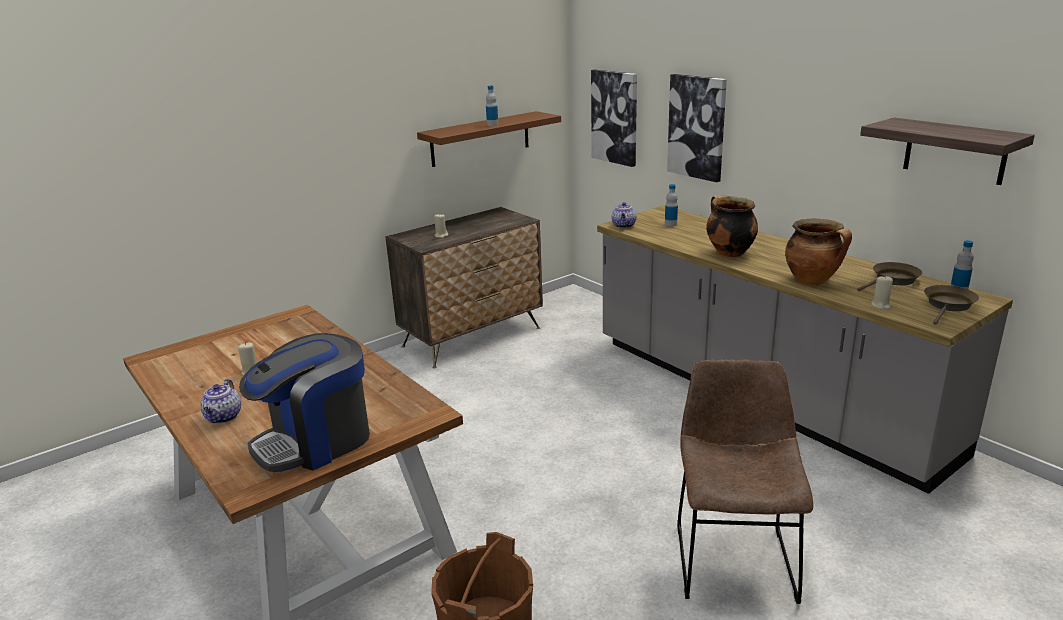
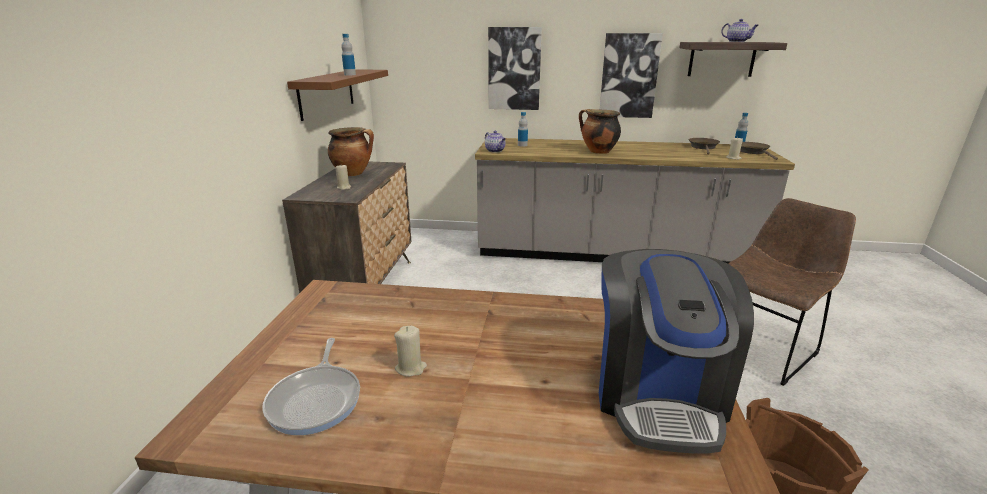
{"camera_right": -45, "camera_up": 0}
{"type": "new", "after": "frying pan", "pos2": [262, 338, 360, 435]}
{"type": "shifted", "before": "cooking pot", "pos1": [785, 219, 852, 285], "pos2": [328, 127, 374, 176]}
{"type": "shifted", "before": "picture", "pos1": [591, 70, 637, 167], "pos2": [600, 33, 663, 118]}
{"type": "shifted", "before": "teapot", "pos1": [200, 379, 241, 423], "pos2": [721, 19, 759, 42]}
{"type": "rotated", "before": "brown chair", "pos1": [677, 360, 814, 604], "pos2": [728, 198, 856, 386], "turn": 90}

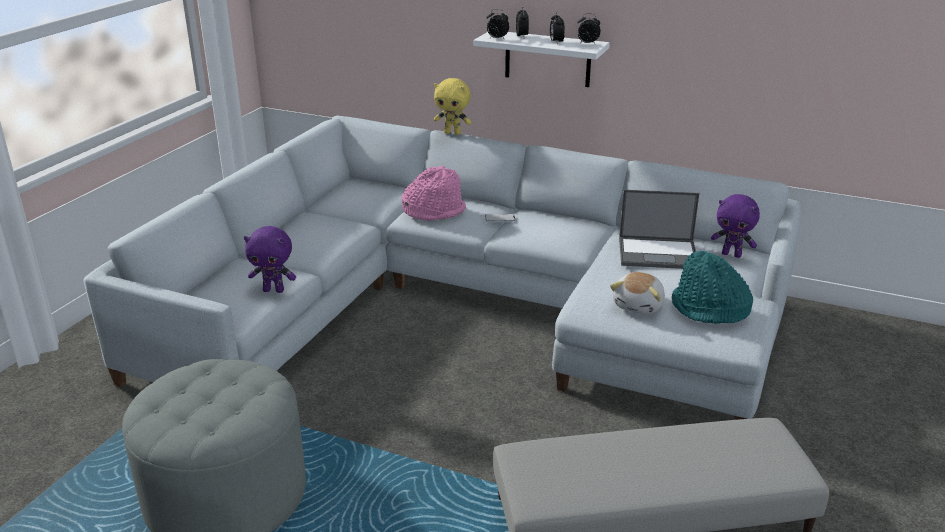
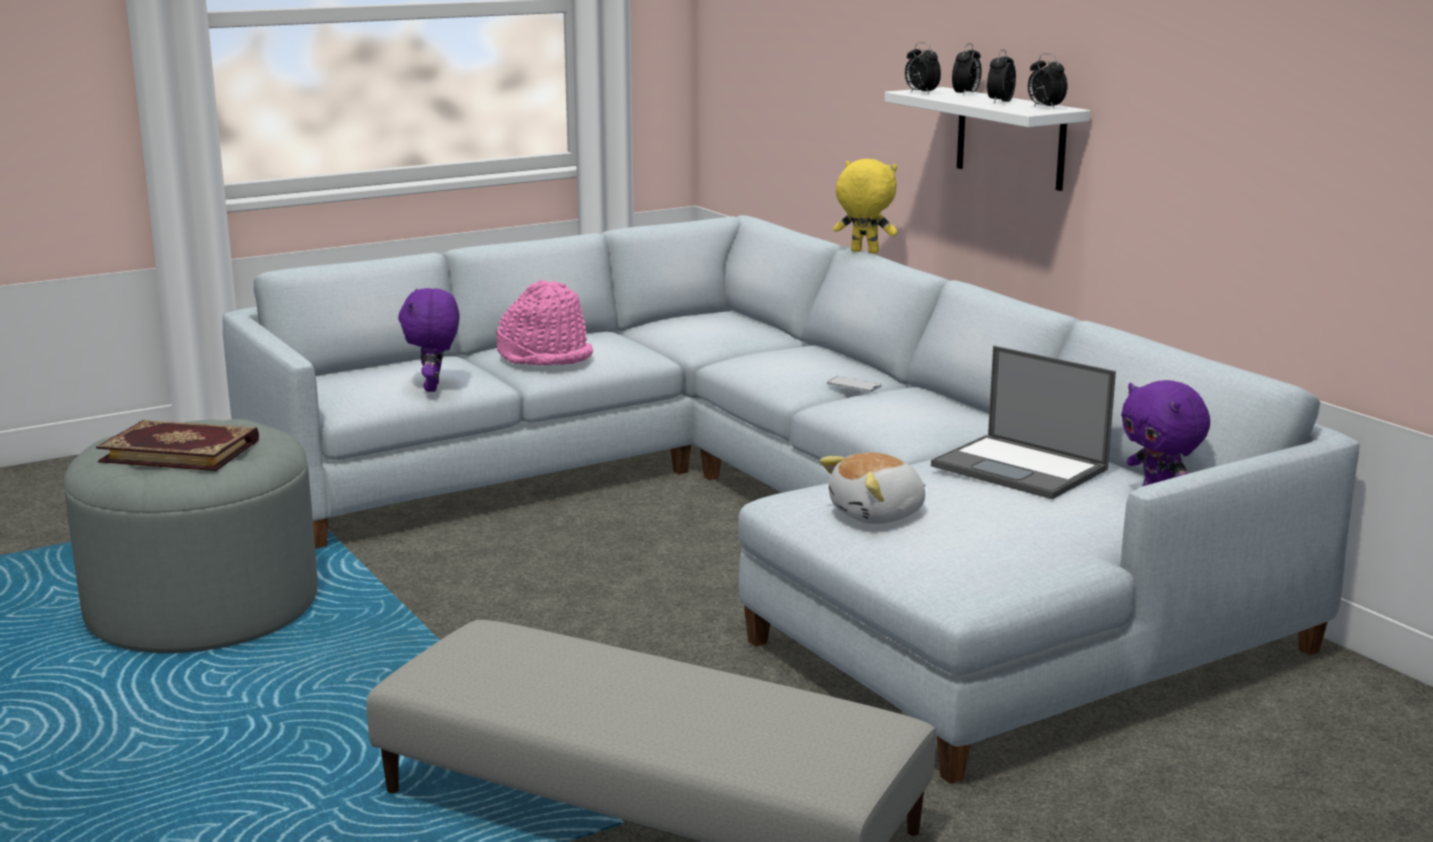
{"camera_right": 35, "camera_up": -10}
{"type": "new", "after": "book", "pos2": [96, 420, 259, 471]}
{"type": "rotated", "before": "purple plush toy", "pos1": [244, 226, 296, 293], "pos2": [398, 288, 459, 392], "turn": 45}
{"type": "shifted", "before": "pink hat", "pos1": [402, 166, 466, 221], "pos2": [496, 280, 593, 366]}
{"type": "rotated", "before": "yellow plush toy", "pos1": [434, 78, 472, 135], "pos2": [833, 159, 897, 253], "turn": 150}
{"type": "gone", "before": "turquoise hat", "pos1": [672, 251, 753, 324]}

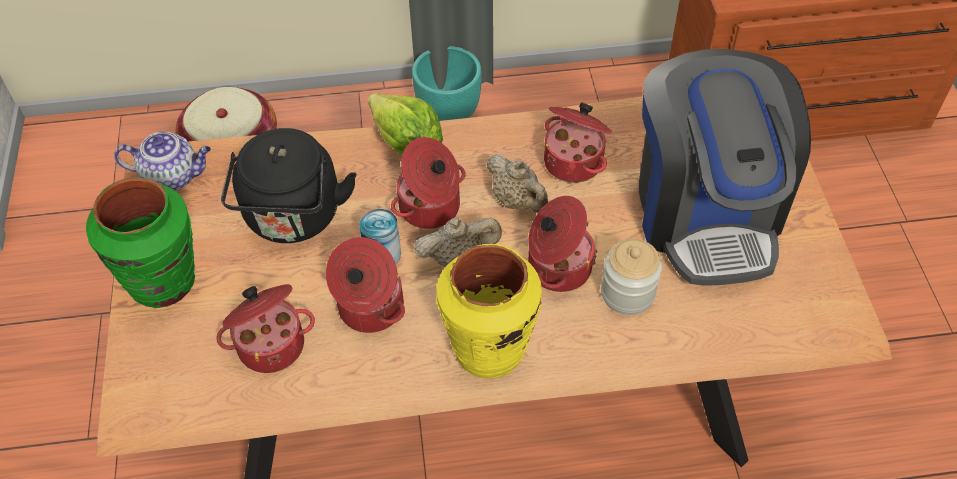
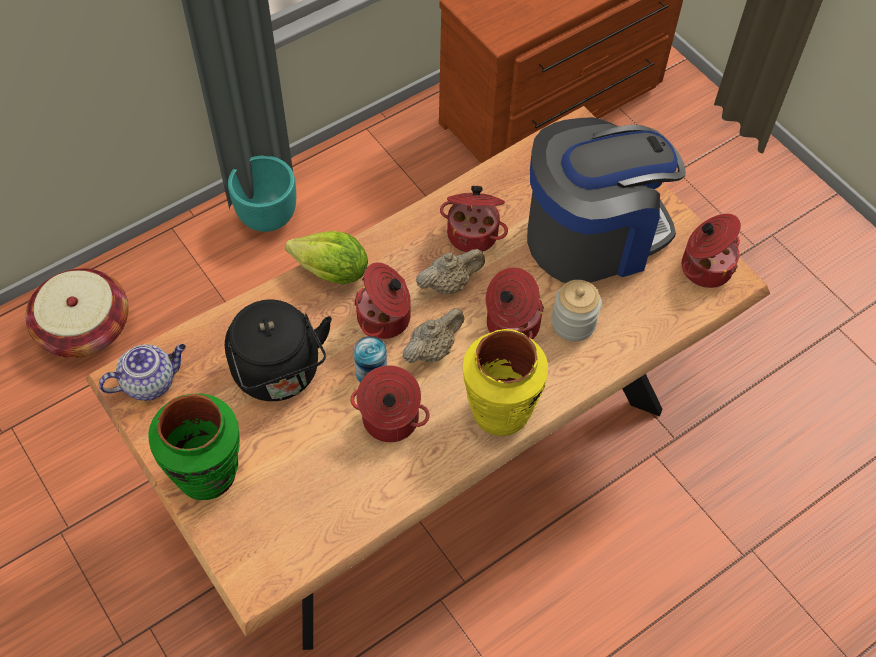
{"camera_right": -30, "camera_up": 5}
{"type": "rotated", "before": "beige teapot", "pos1": [487, 154, 548, 213], "pos2": [416, 249, 485, 294], "turn": -45}
{"type": "rotated", "before": "coffee machine", "pos1": [639, 49, 811, 286], "pos2": [527, 117, 686, 283], "turn": -75}
{"type": "shifted", "before": "cooking pot", "pos1": [217, 284, 315, 373], "pos2": [682, 214, 741, 288]}

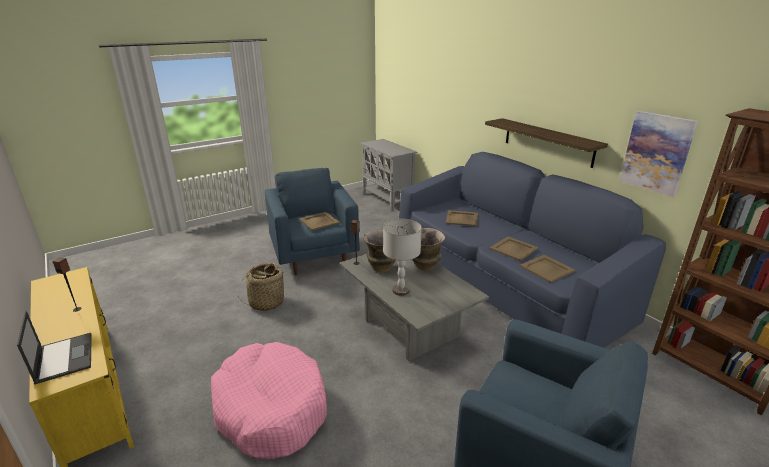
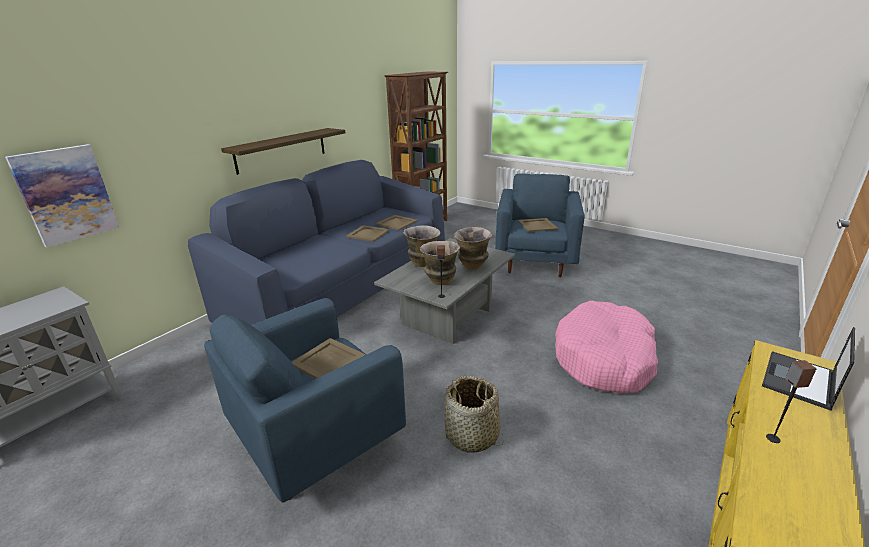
{"camera_right": -110, "camera_up": 0}
{"type": "shifted", "before": "picture", "pos1": [619, 111, 698, 197], "pos2": [5, 144, 119, 248]}
{"type": "swapped", "before": "grey table lamp", "after": "vase", "pos1": [383, 219, 422, 296], "pos2": [455, 227, 492, 270]}
{"type": "shifted", "before": "beige tray", "pos1": [446, 210, 478, 227], "pos2": [518, 218, 558, 232]}

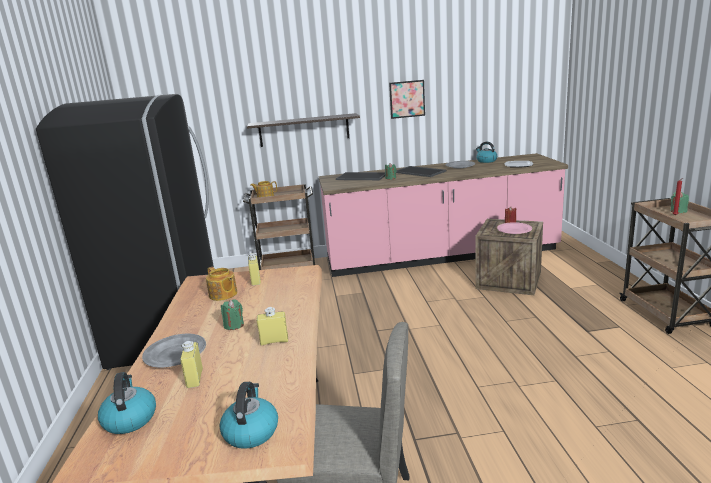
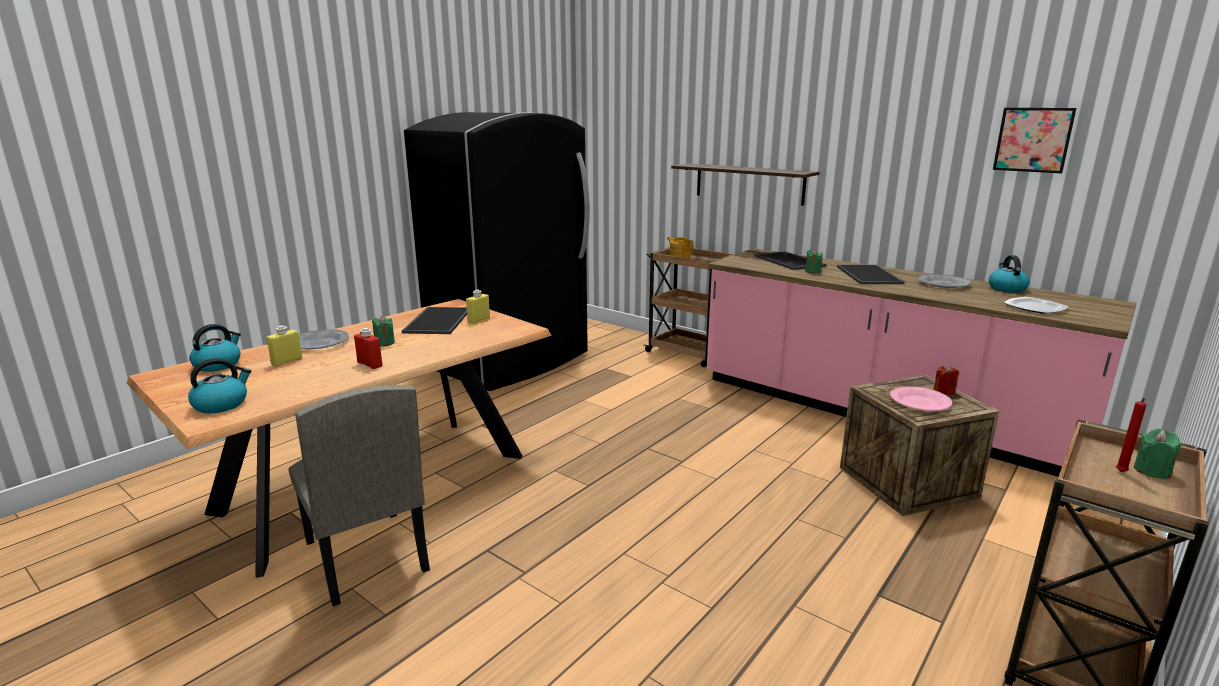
{"camera_right": 45, "camera_up": 0}
{"type": "repainted", "before": "yellow bottle", "after": "red bottle", "pos1": [257, 307, 288, 346], "pos2": [354, 328, 383, 369]}
{"type": "swapped", "before": "teapot", "after": "tray", "pos1": [206, 267, 237, 301], "pos2": [402, 307, 467, 334]}
{"type": "shifted", "before": "picture", "pos1": [389, 80, 425, 119], "pos2": [993, 108, 1076, 173]}

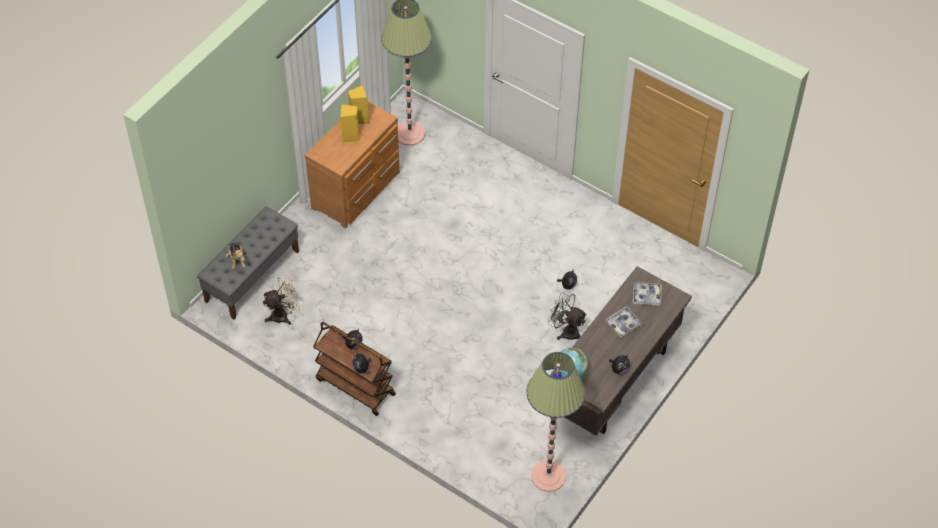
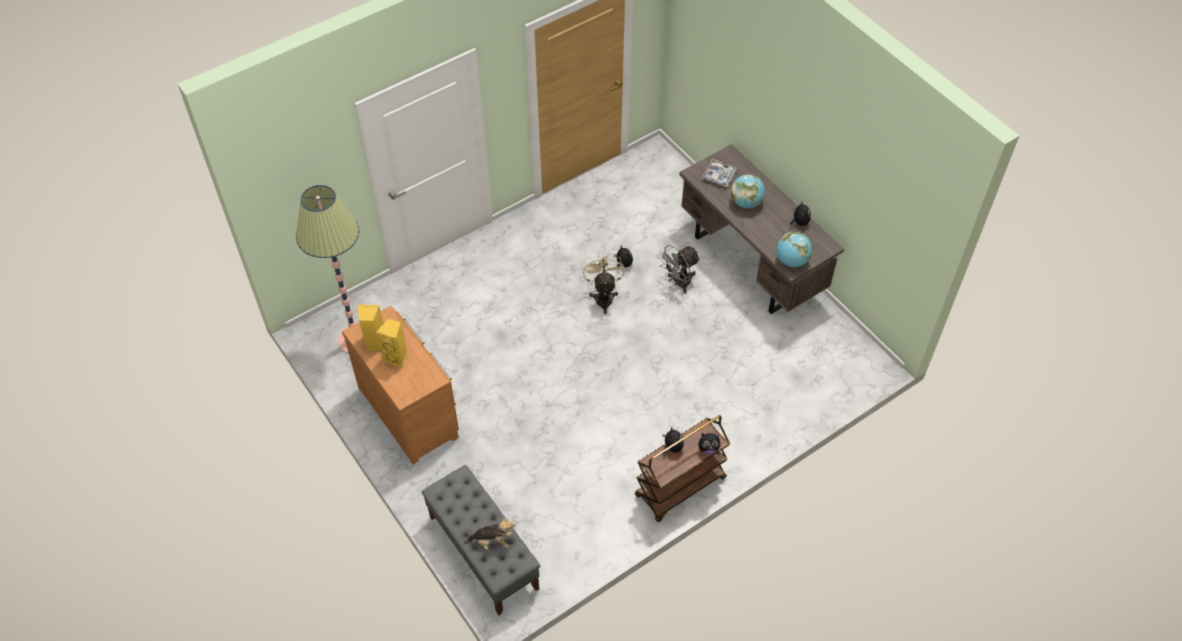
{"camera_right": -70, "camera_up": 0}
{"type": "shifted", "before": "beige fan", "pos1": [263, 275, 300, 325], "pos2": [583, 253, 625, 314]}
{"type": "swapped", "before": "tray", "after": "globe", "pos1": [605, 306, 643, 337], "pos2": [731, 174, 765, 208]}
{"type": "gone", "before": "floor lamp", "pos1": [526, 352, 585, 492]}

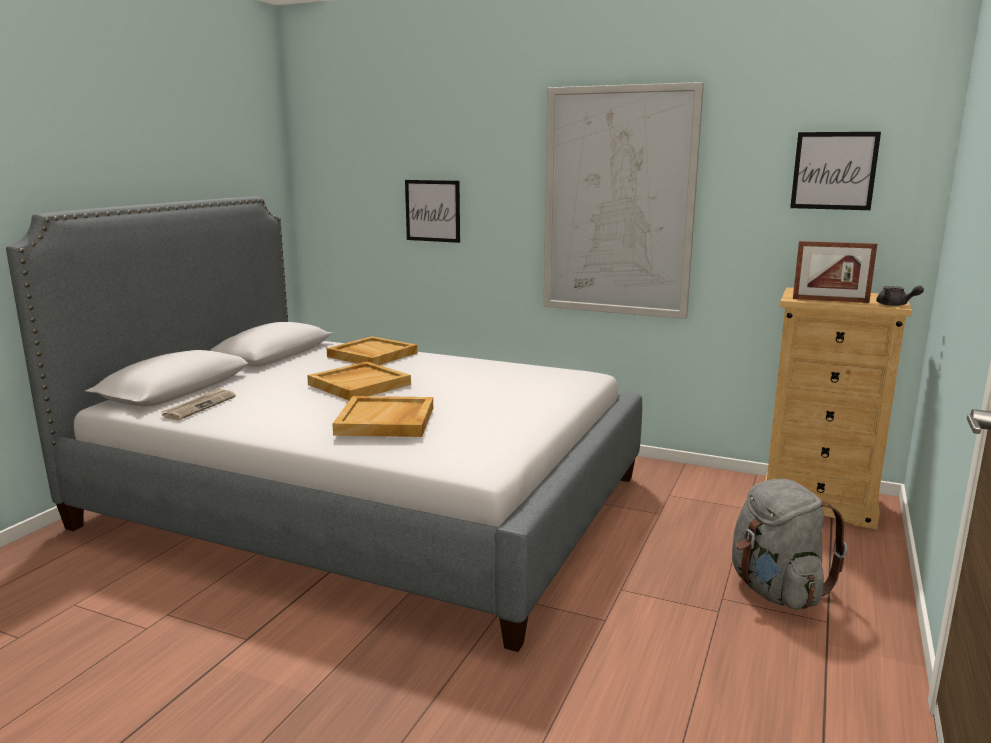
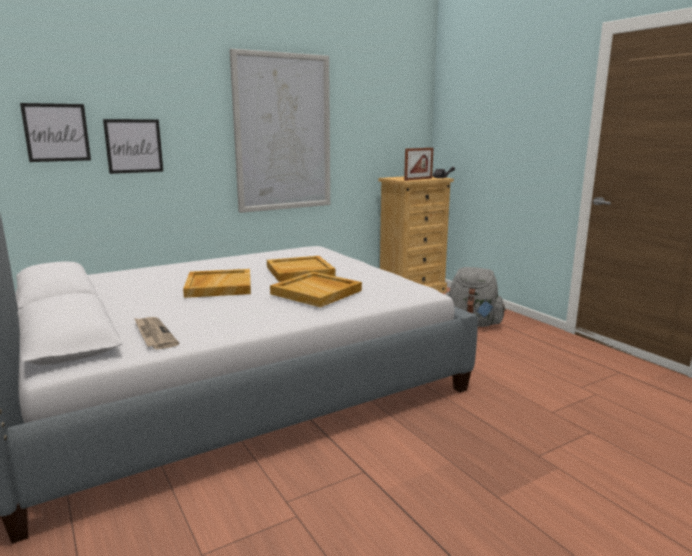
{"camera_right": -55, "camera_up": 0}
{"type": "shifted", "before": "picture", "pos1": [790, 132, 881, 210], "pos2": [20, 103, 91, 162]}
{"type": "shifted", "before": "beige tray", "pos1": [327, 336, 417, 365], "pos2": [267, 256, 336, 282]}

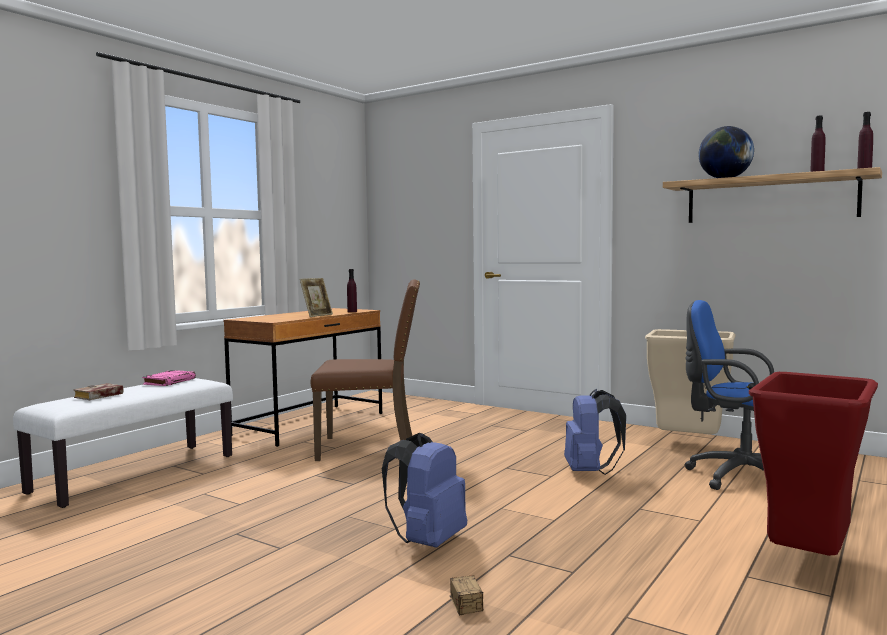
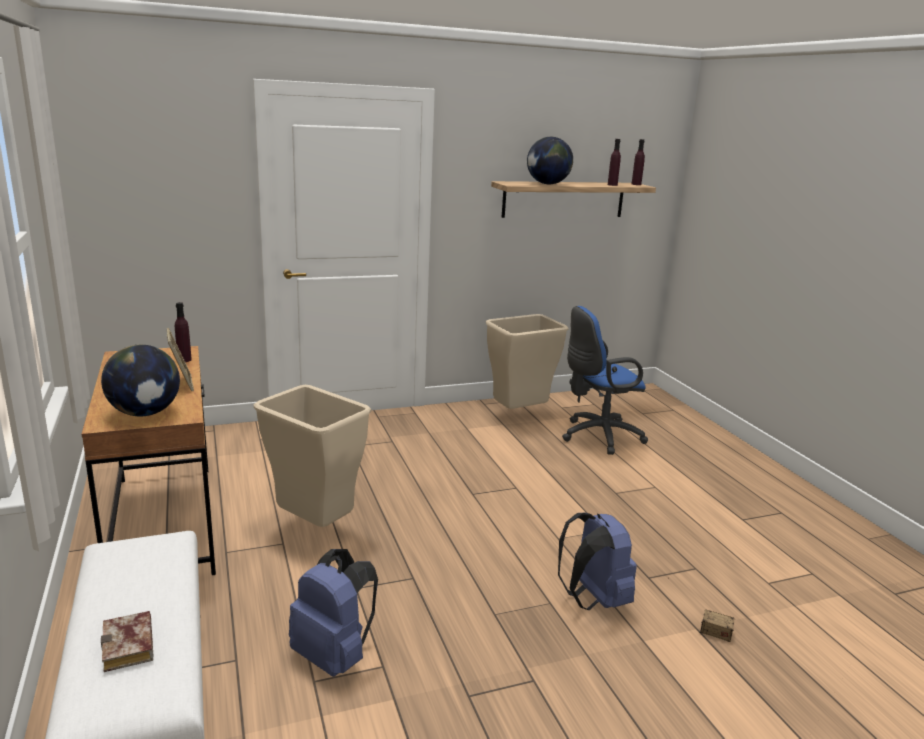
{"camera_right": -55, "camera_up": 15}
{"type": "new", "after": "globe", "pos2": [101, 345, 180, 416]}
{"type": "swapped", "before": "brown chair", "after": "beige trash can", "pos1": [310, 279, 420, 461], "pos2": [253, 385, 371, 527]}
{"type": "shifted", "before": "blue backpack", "pos1": [564, 389, 626, 475], "pos2": [289, 549, 378, 677]}
{"type": "gone", "before": "pink book", "pos1": [142, 370, 196, 386]}
{"type": "gone", "before": "red trash can", "pos1": [749, 372, 878, 556]}

